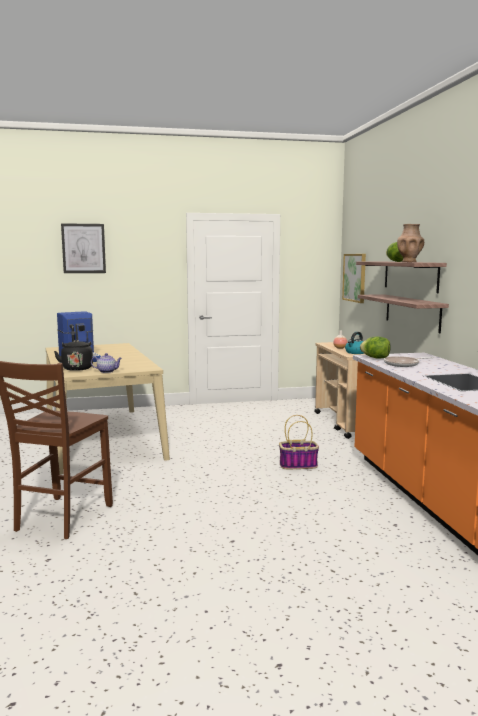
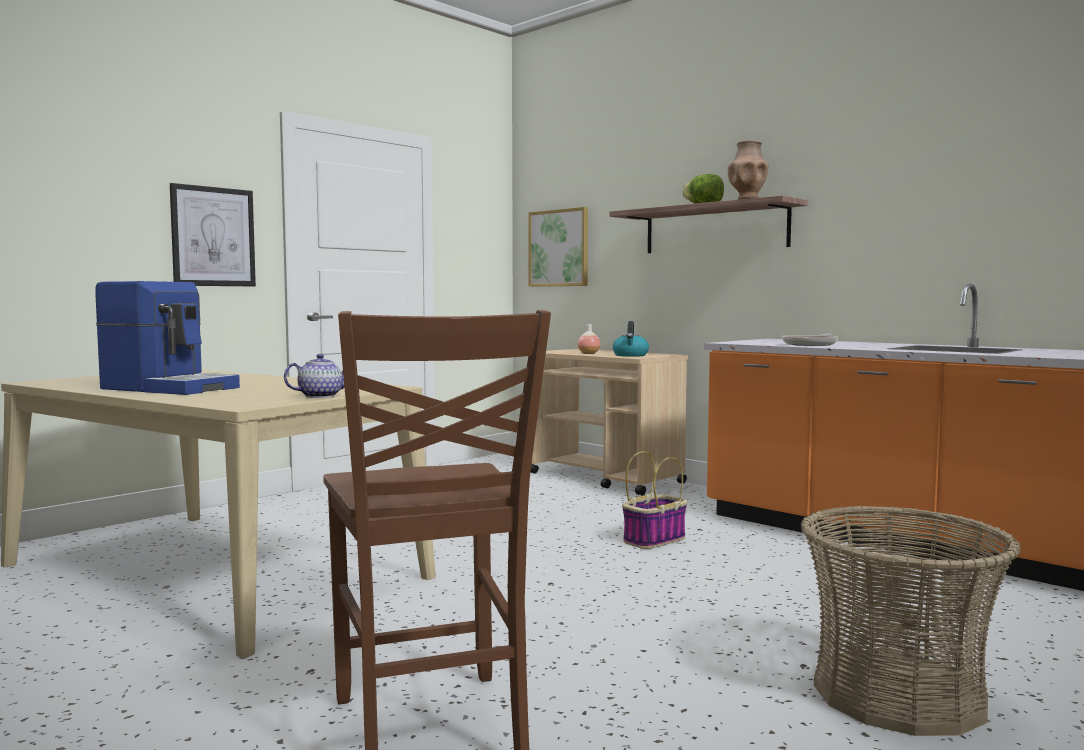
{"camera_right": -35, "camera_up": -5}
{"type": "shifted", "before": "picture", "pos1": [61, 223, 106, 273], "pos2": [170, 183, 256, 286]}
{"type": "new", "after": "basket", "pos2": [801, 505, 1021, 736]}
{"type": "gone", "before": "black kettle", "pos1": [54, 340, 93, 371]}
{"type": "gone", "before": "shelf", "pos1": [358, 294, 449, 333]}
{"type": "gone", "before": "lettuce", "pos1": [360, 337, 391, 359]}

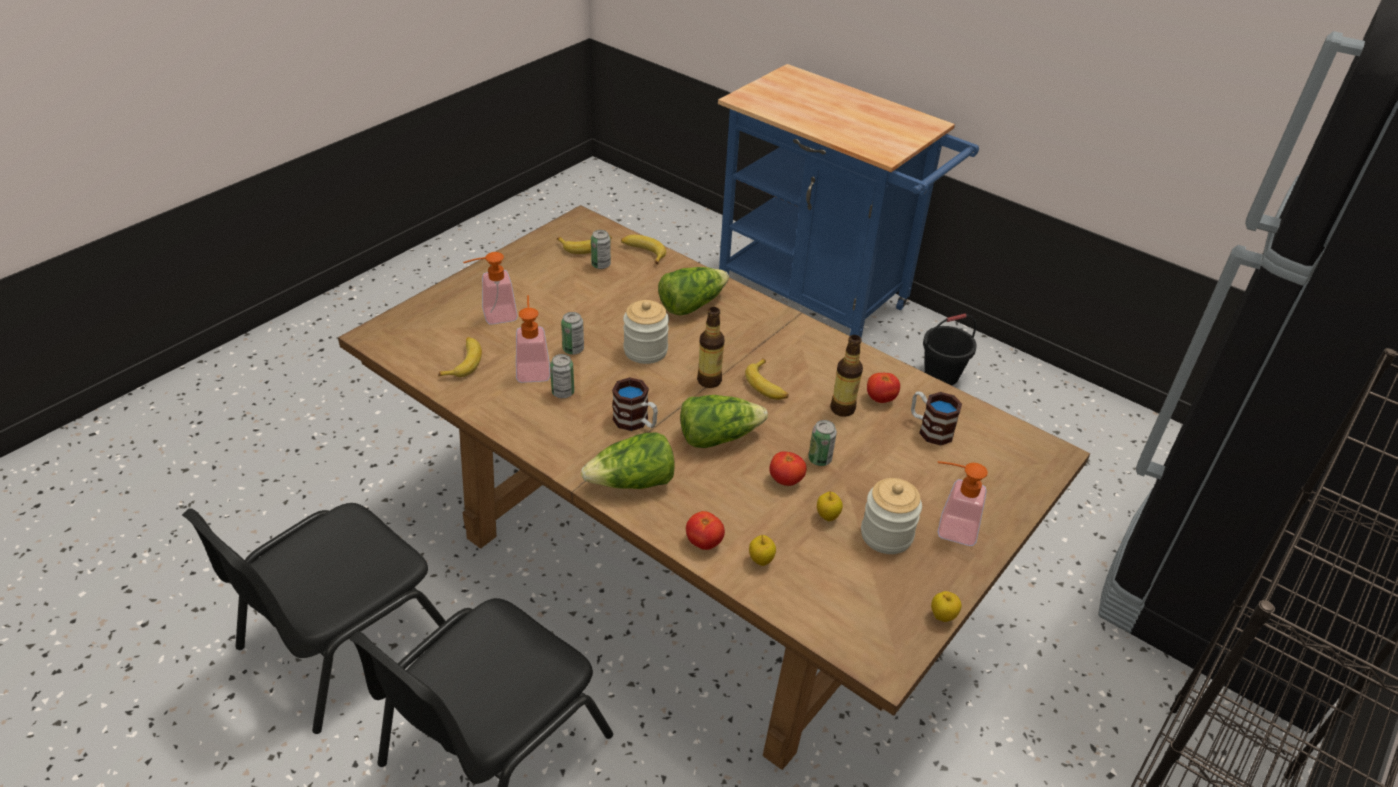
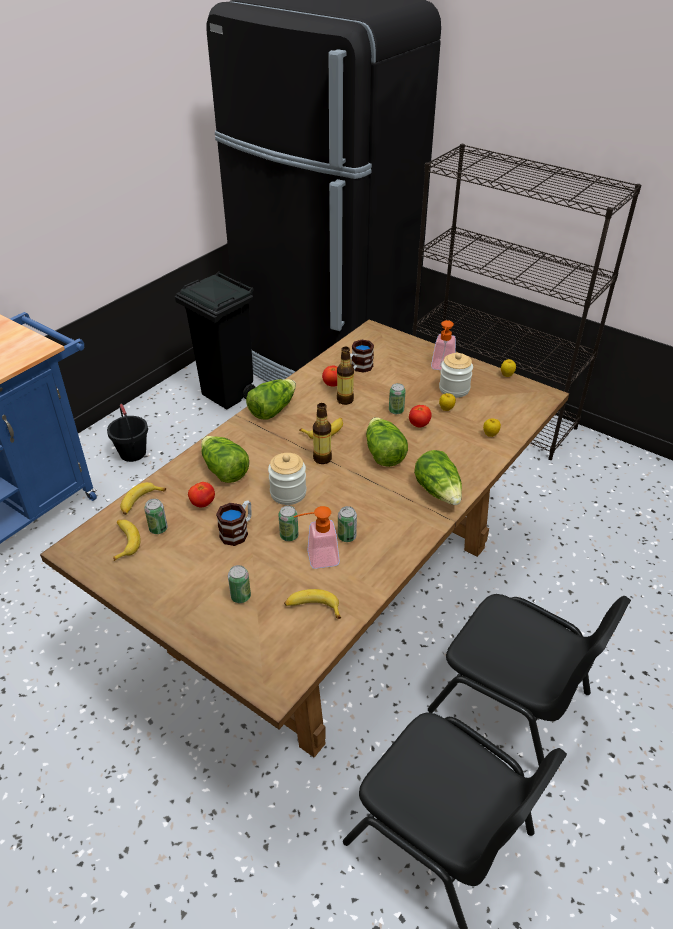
{"camera_right": -90, "camera_up": 0}
{"type": "new", "after": "black trash can", "pos2": [175, 271, 255, 410]}
{"type": "shifted", "before": "tomato", "pos1": [686, 511, 725, 550], "pos2": [188, 482, 215, 507]}
{"type": "shifted", "before": "mug", "pos1": [612, 377, 658, 431], "pos2": [216, 500, 252, 546]}
{"type": "swapped", "before": "soap dispenser", "after": "can", "pos1": [463, 252, 518, 325], "pos2": [228, 565, 251, 603]}
{"type": "new", "after": "lettuce", "pos2": [246, 379, 296, 419]}

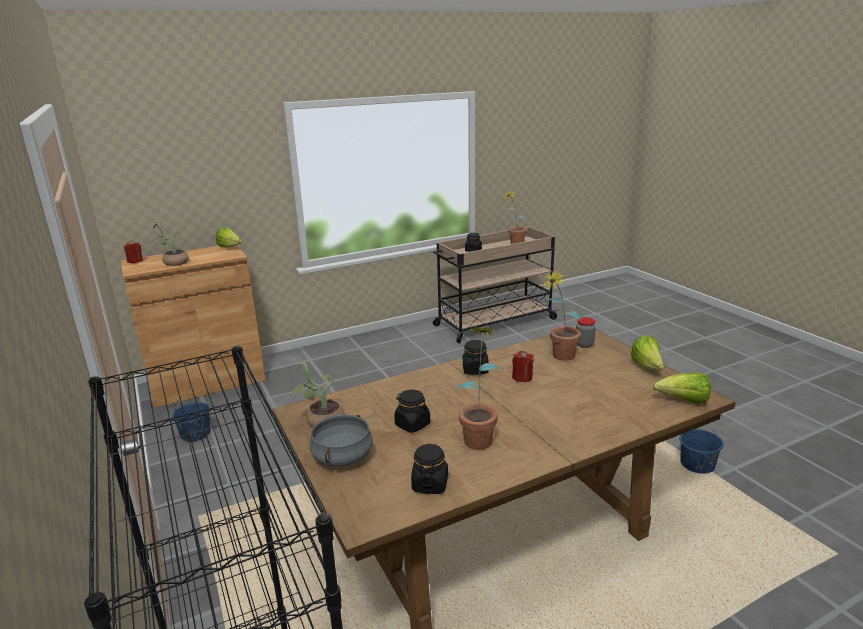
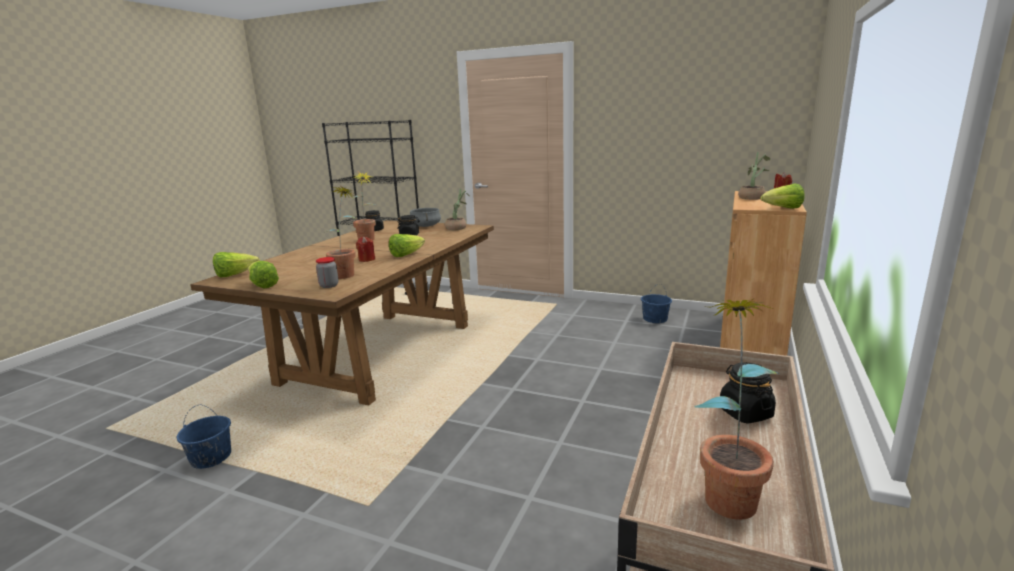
{"camera_right": 140, "camera_up": -5}
{"type": "swapped", "before": "black jar", "after": "lettuce", "pos1": [463, 340, 489, 375], "pos2": [389, 234, 425, 257]}

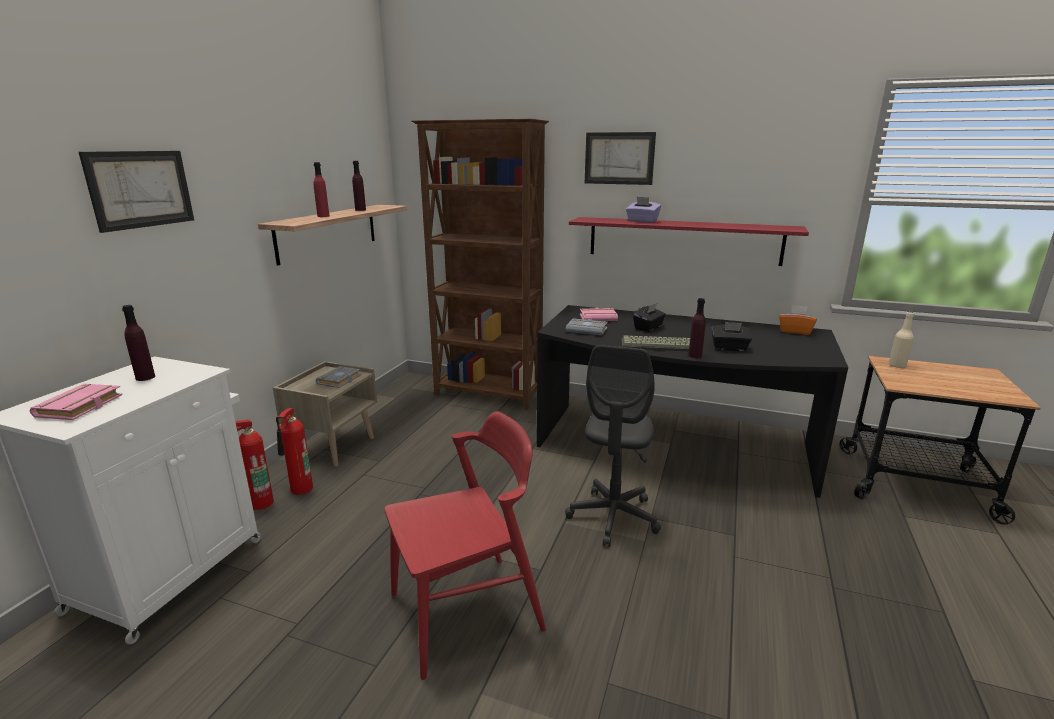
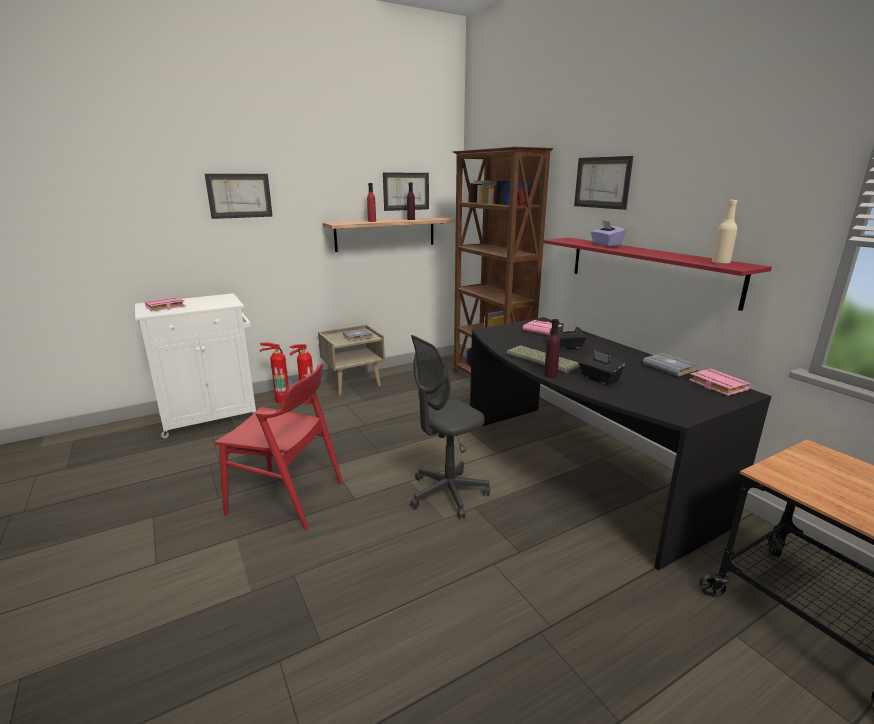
{"camera_right": 40, "camera_up": 0}
{"type": "new", "after": "picture", "pos2": [383, 173, 429, 211]}
{"type": "shifted", "before": "grey book", "pos1": [566, 318, 608, 336], "pos2": [643, 353, 697, 377]}
{"type": "swapped", "before": "orange tissue box", "after": "pink book", "pos1": [779, 305, 817, 335], "pos2": [689, 369, 751, 396]}
{"type": "shifted", "before": "beige bottle", "pos1": [889, 312, 914, 368], "pos2": [712, 199, 737, 264]}
{"type": "gone", "before": "purple bottle", "pos1": [122, 305, 155, 381]}

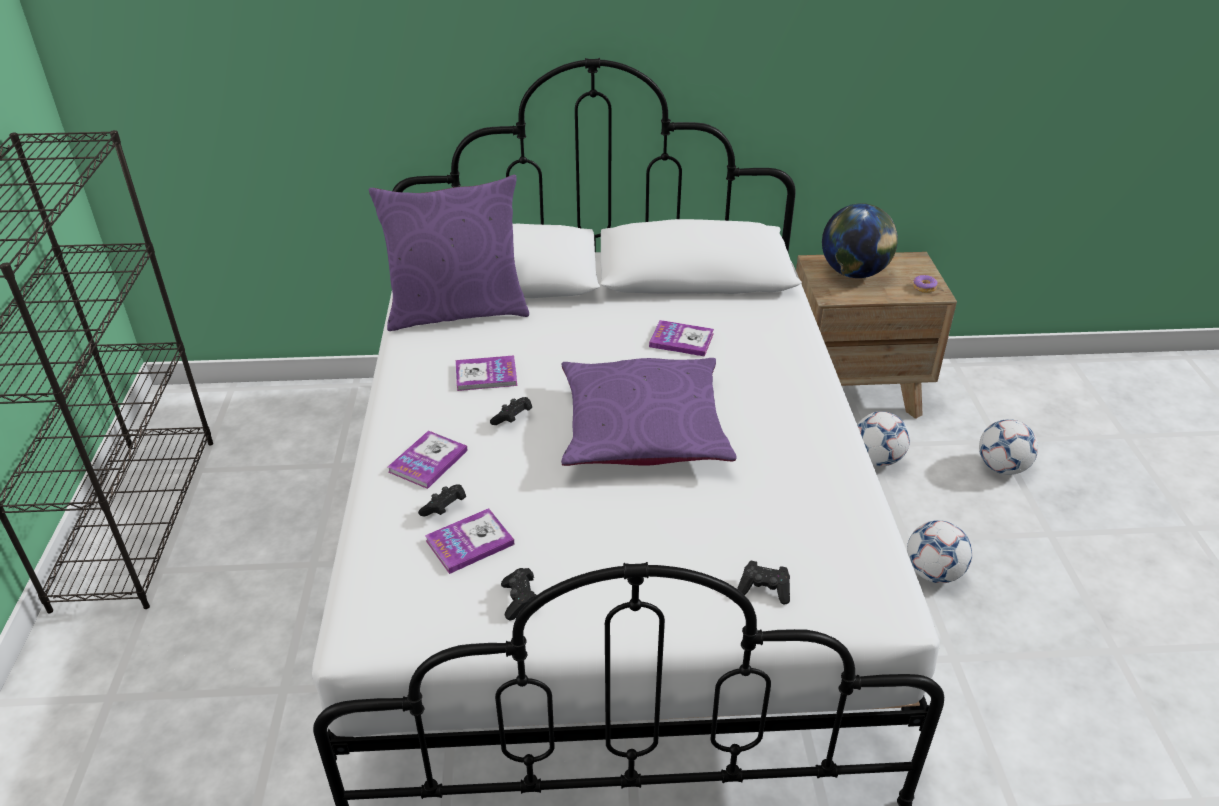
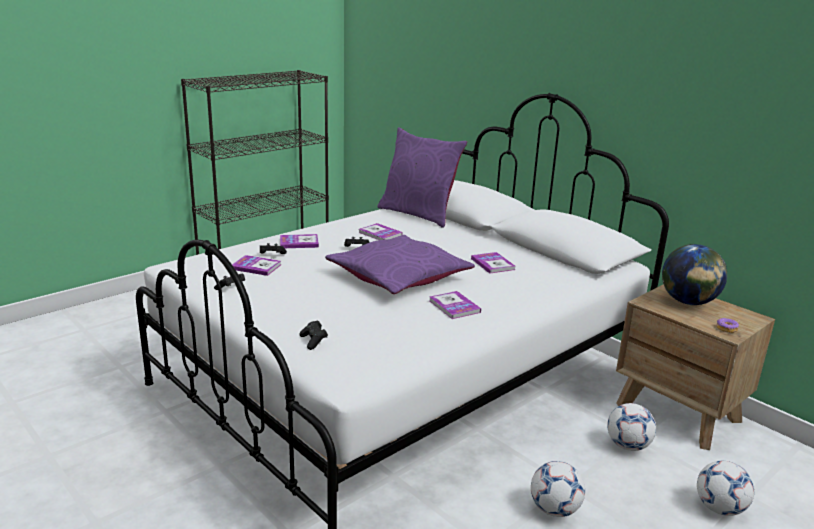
{"camera_right": 50, "camera_up": -15}
{"type": "new", "after": "book", "pos2": [430, 291, 481, 319]}

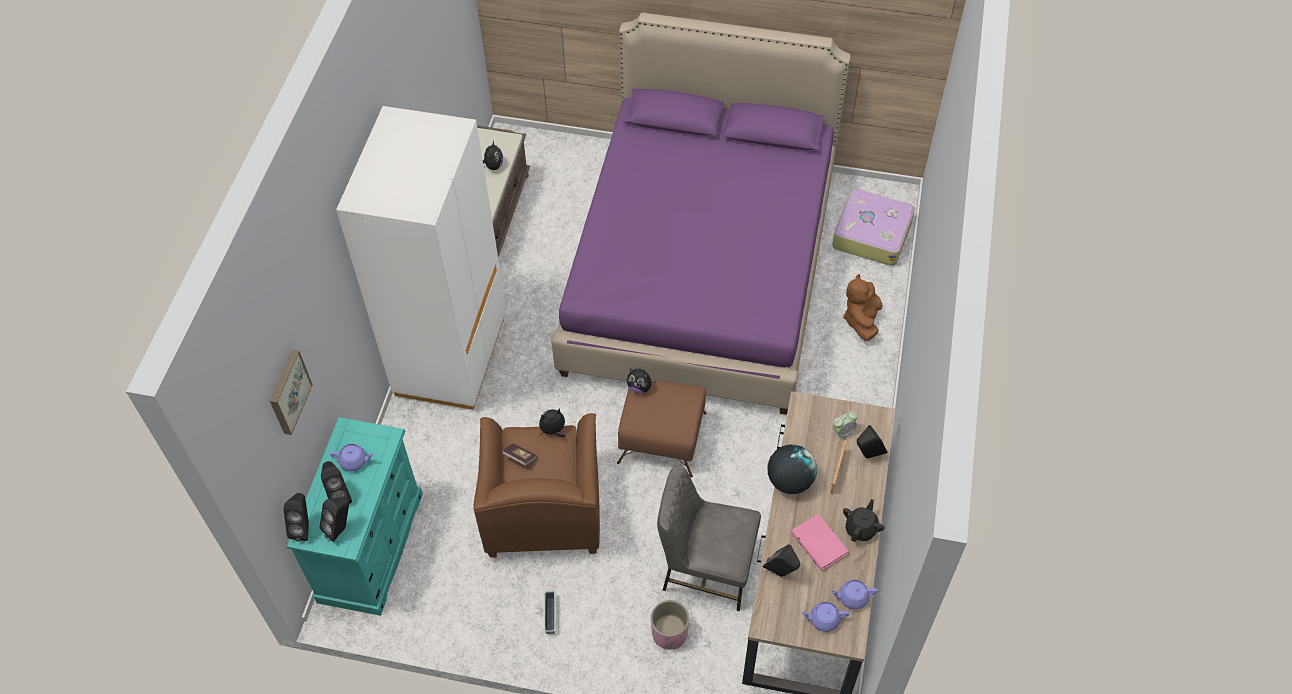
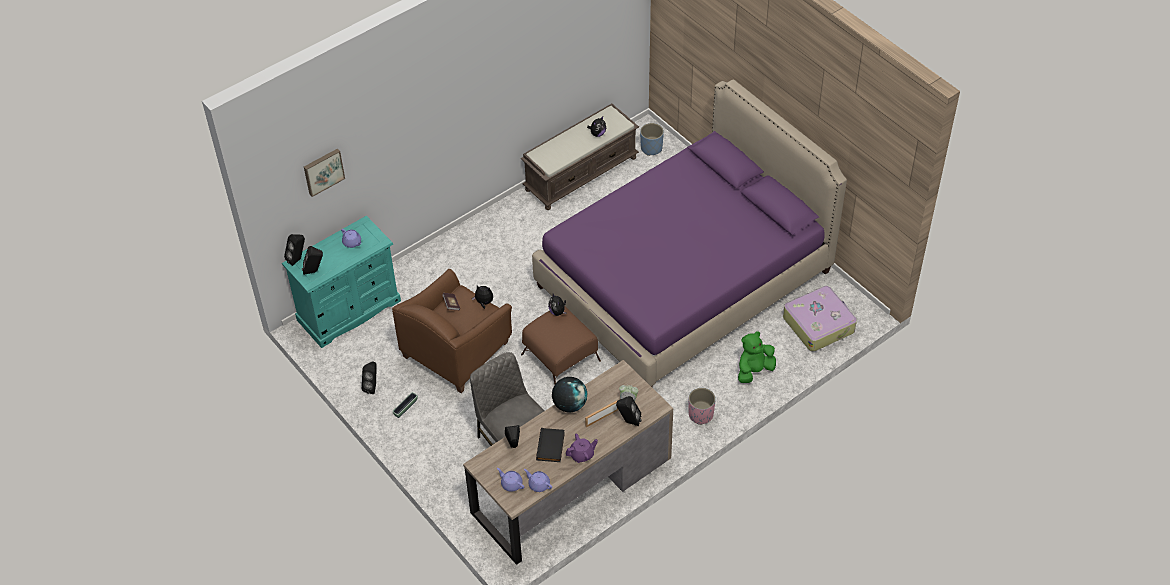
{"camera_right": 40, "camera_up": -5}
{"type": "shifted", "before": "black speaker", "pos1": [321, 461, 352, 504], "pos2": [362, 362, 377, 394]}
{"type": "repainted", "before": "pink book", "after": "black book", "pos1": [791, 514, 849, 571], "pos2": [536, 428, 565, 462]}
{"type": "repainted", "before": "black teapot", "after": "purple teapot", "pos1": [843, 499, 885, 542], "pos2": [566, 434, 598, 463]}
{"type": "new", "after": "blue planter", "pos2": [640, 123, 664, 156]}
{"type": "shifted", "before": "pink planter", "pos1": [651, 600, 689, 650], "pos2": [689, 388, 716, 425]}
{"type": "repainted", "before": "brown plush toy", "after": "green plush toy", "pos1": [844, 274, 882, 341], "pos2": [738, 332, 776, 383]}
{"type": "gone", "before": "white wardrobe", "pos1": [336, 106, 506, 410]}

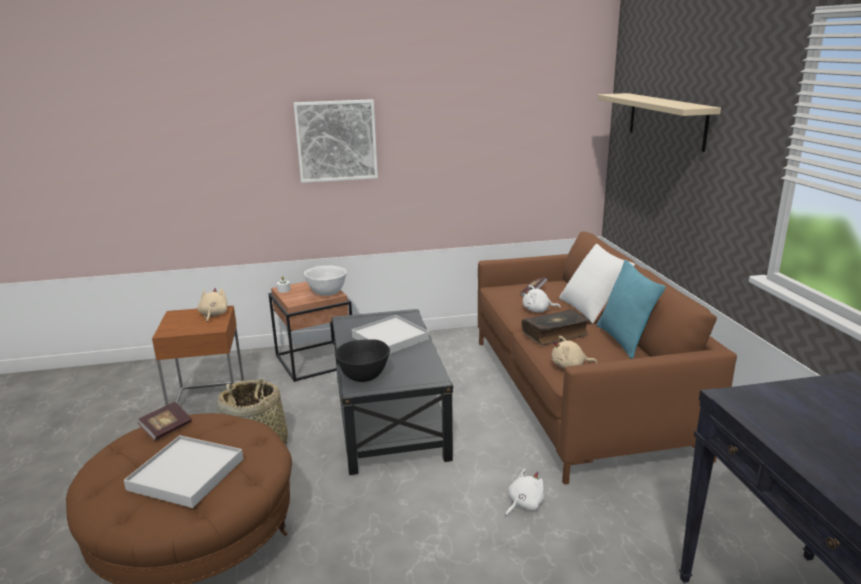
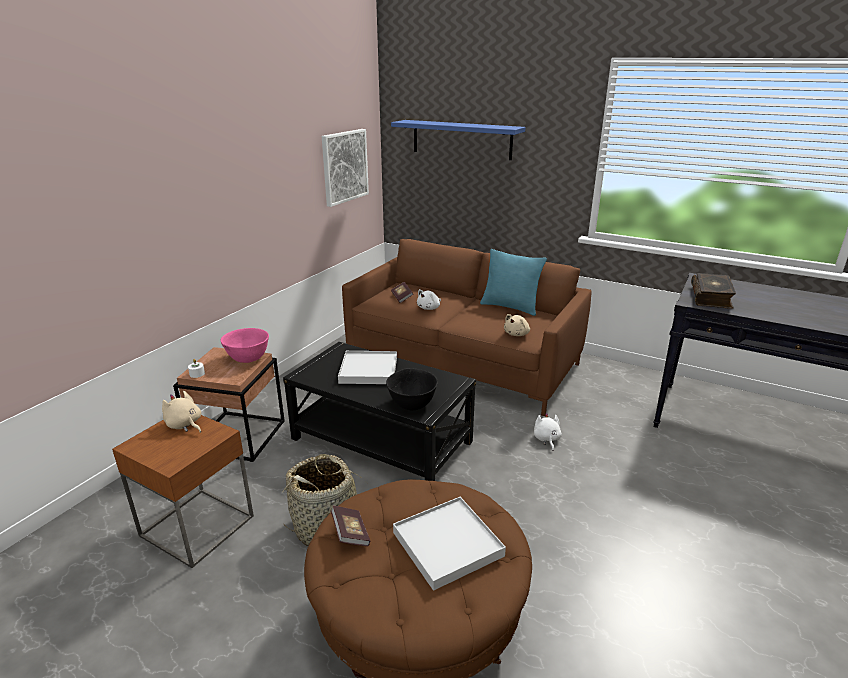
{"camera_right": -50, "camera_up": 5}
{"type": "repainted", "before": "white bowl", "after": "pink bowl", "pos1": [304, 265, 347, 296], "pos2": [220, 328, 269, 363]}
{"type": "shifted", "before": "picture", "pos1": [294, 99, 378, 183], "pos2": [322, 129, 369, 207]}
{"type": "repainted", "before": "beige shelf", "after": "blue shelf", "pos1": [598, 93, 721, 152], "pos2": [391, 120, 526, 160]}
{"type": "shifted", "before": "book", "pos1": [521, 309, 590, 345], "pos2": [691, 273, 736, 309]}
{"type": "gone", "before": "white pillow", "pos1": [559, 244, 635, 324]}

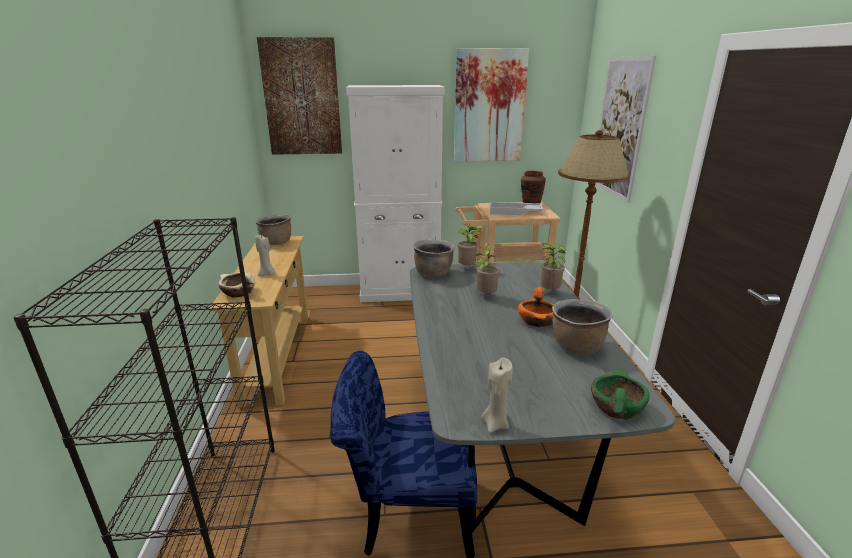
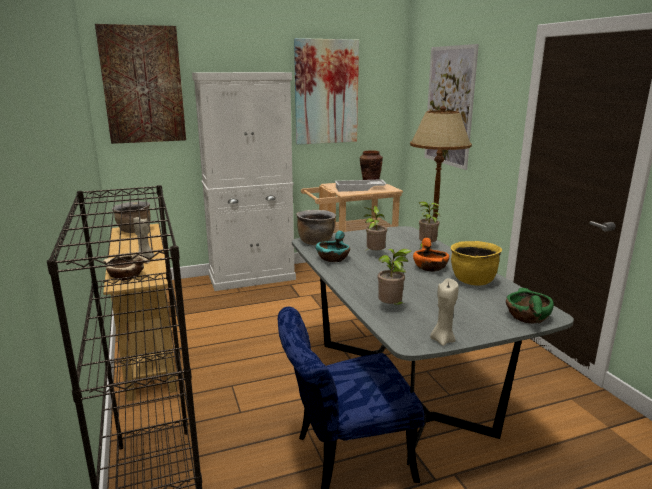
{"camera_right": -15, "camera_up": -5}
{"type": "new", "after": "turquoise bowl", "pos2": [316, 231, 350, 262]}
{"type": "shifted", "before": "potted plant", "pos1": [458, 225, 484, 267], "pos2": [378, 249, 411, 305]}
{"type": "repainted", "before": "brown cooking pot", "after": "yellow cooking pot", "pos1": [552, 299, 612, 354], "pos2": [451, 241, 502, 286]}

